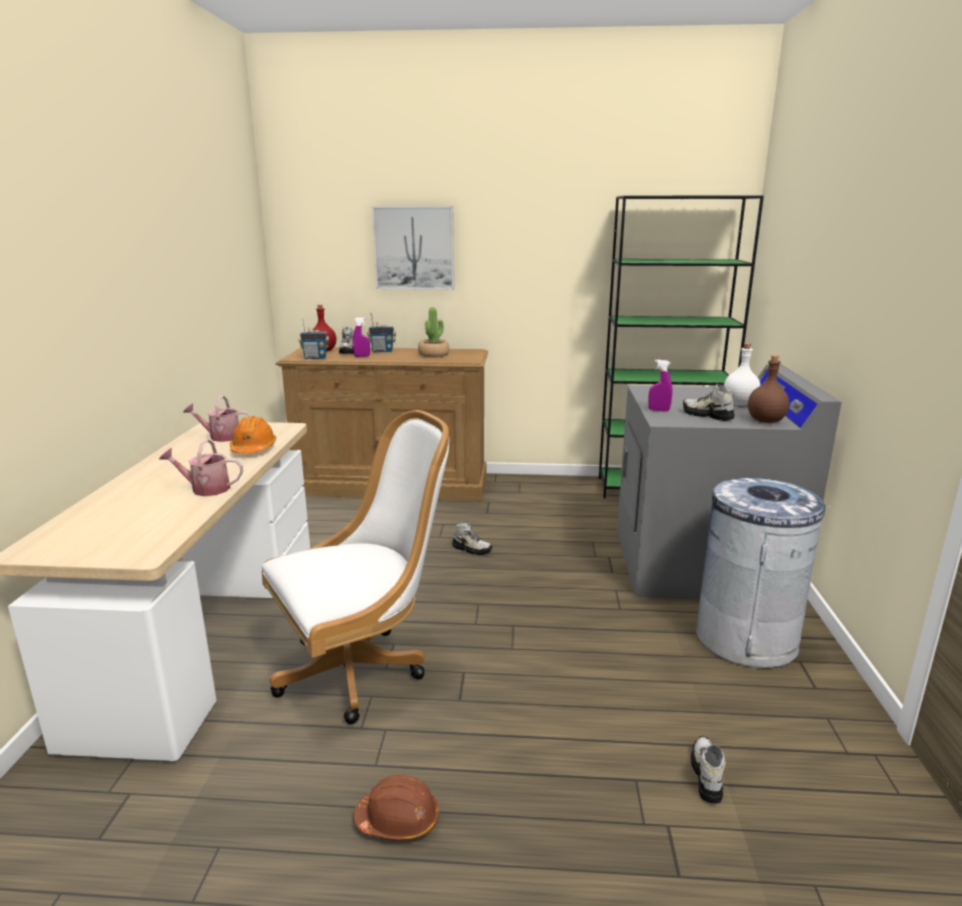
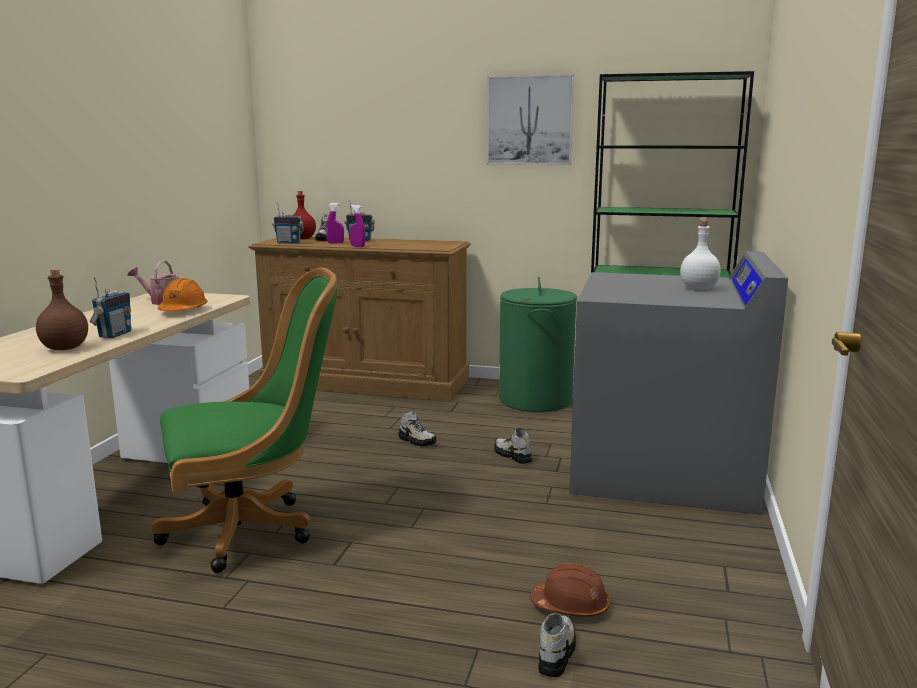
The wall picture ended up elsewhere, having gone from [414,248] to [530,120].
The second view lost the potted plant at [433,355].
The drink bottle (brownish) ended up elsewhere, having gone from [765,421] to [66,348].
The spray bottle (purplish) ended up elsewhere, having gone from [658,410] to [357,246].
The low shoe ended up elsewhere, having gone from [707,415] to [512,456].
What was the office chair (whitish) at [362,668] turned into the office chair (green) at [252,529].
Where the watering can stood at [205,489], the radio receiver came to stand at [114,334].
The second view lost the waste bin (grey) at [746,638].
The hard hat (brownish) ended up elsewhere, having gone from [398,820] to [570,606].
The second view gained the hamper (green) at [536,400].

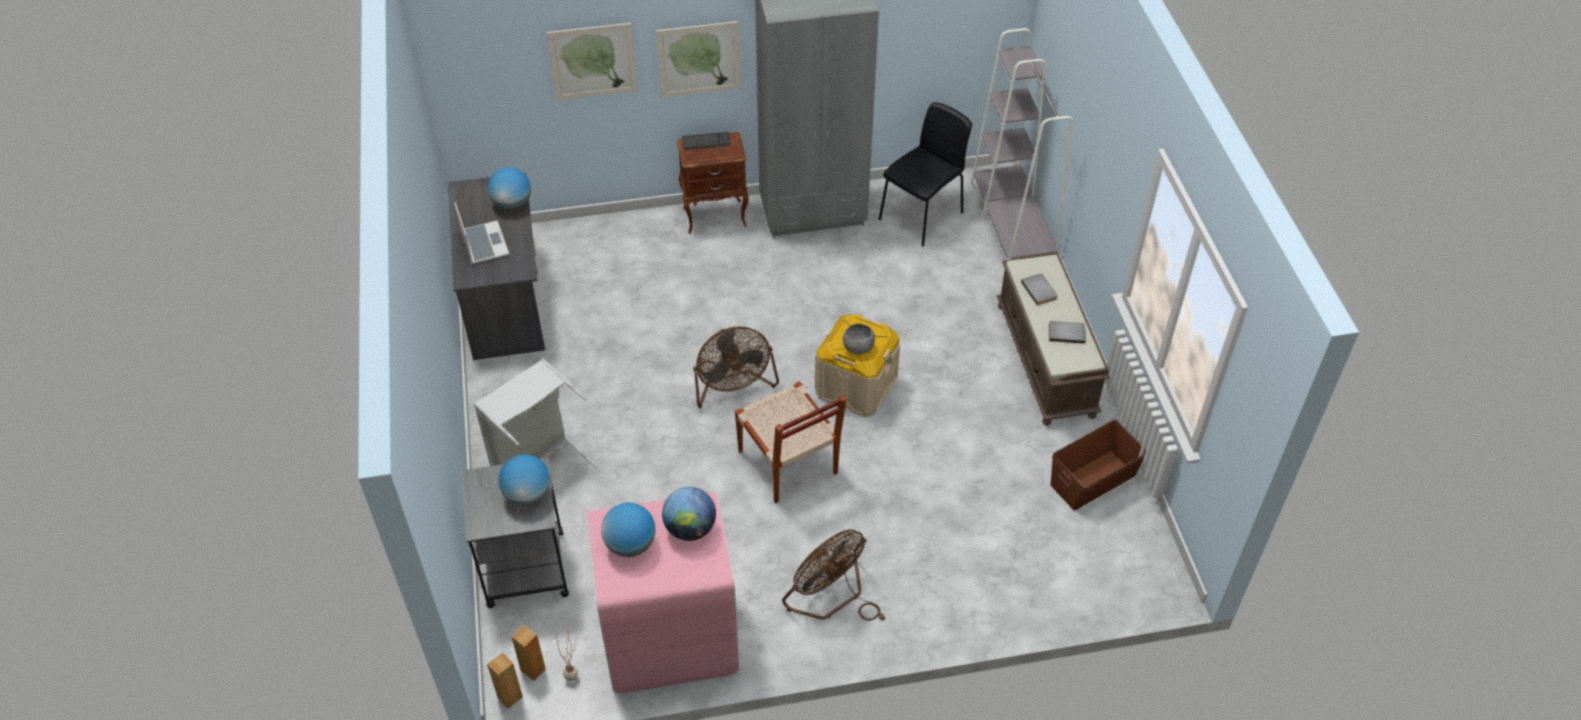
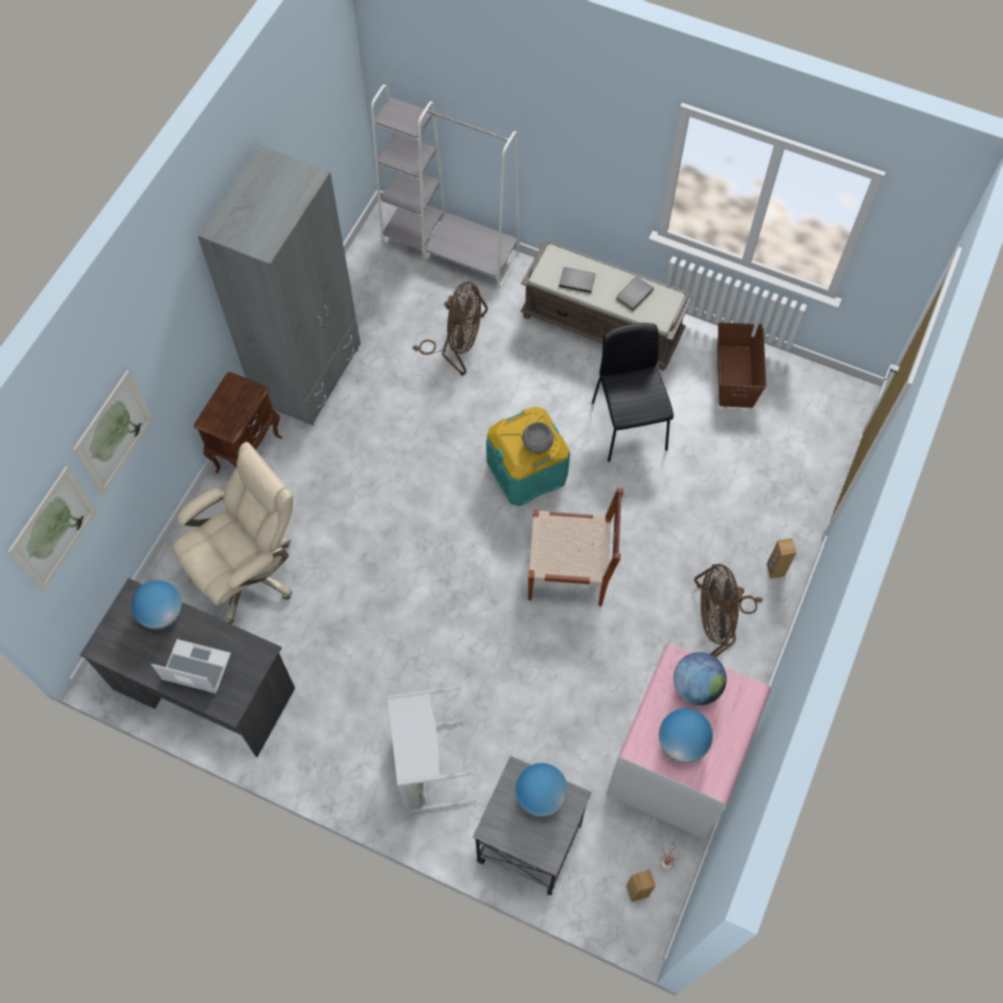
The wall picture ended up elsewhere, having gone from [699,59] to [53,529].
The upright chair (blackish) ended up elsewhere, having gone from [923,214] to [627,423].
The second view lost the keyboard at [706,142].
What was the storage bin (beige-coloured) at [856,386] turned into the storage bin (turquoise-coloured) at [527,471].
The electric fan (brownish) ended up elsewhere, having gone from [729,386] to [457,343].
The loudspeaker (brownish) ended up elsewhere, having gone from [510,697] to [775,570].
The second view gained the office chair (beige-coloured) at [251,574].

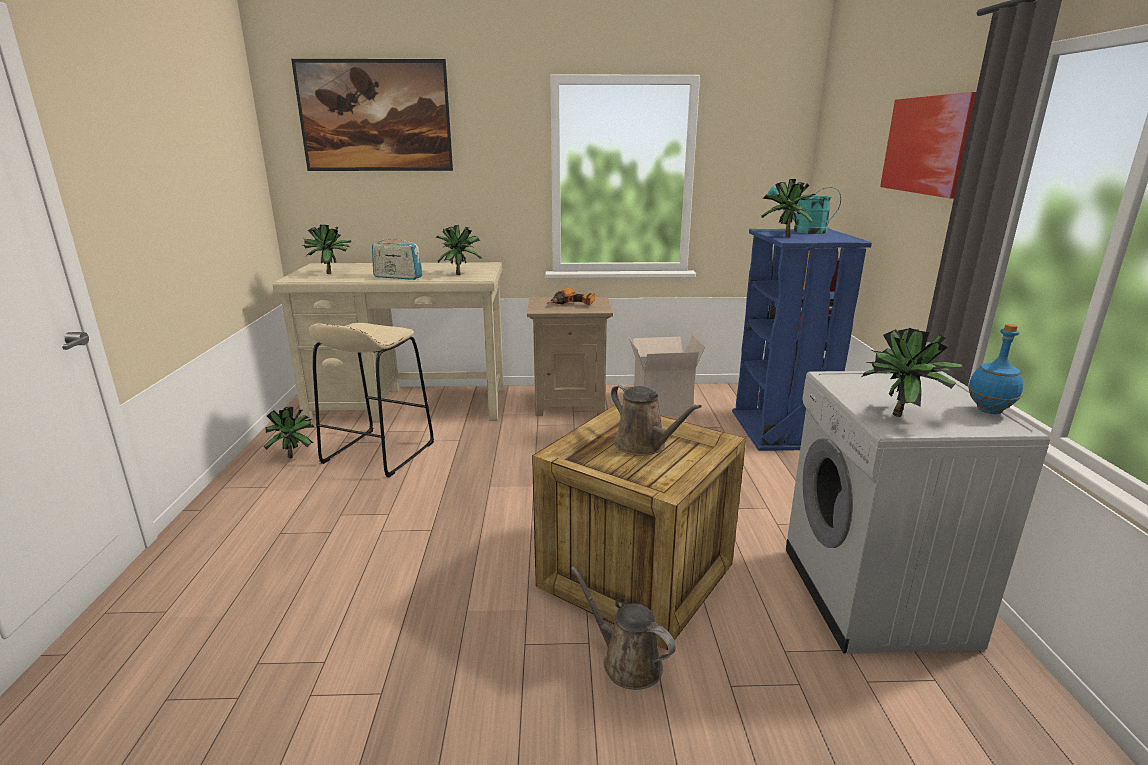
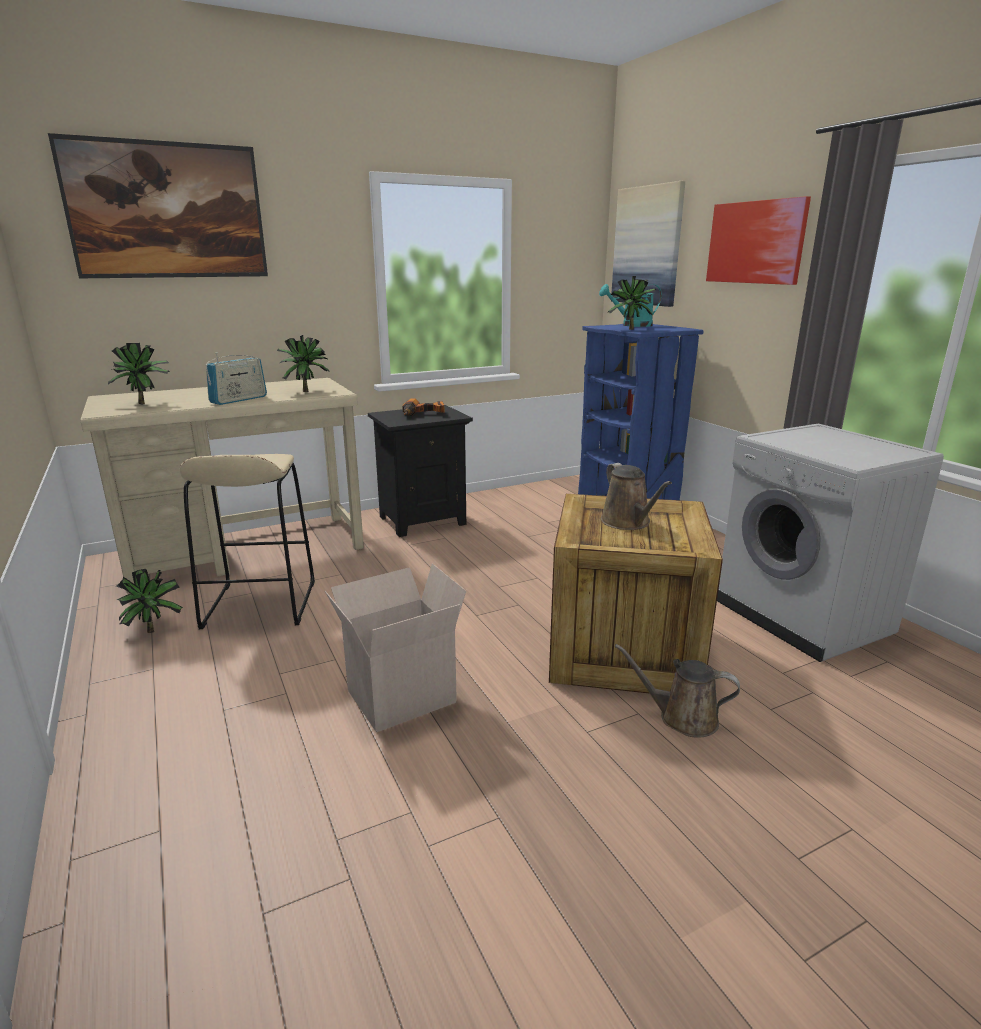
The radio receiver at [398,277] ended up facing another way, 45 degrees counterclockwise from before.
What was the night table (beige-coloured) at [570,405] turned into the night table (blackish) at [424,521].
The second view lost the drink bottle (blue) at [989,410].
The second view lost the potted plant at [903,417].
The cardboard box ended up elsewhere, having gone from [662,406] to [401,694].
The watering can (brownish) at [643,445] ended up facing another way, 45 degrees clockwise from before.
The second view gained the wall picture at [647,246].

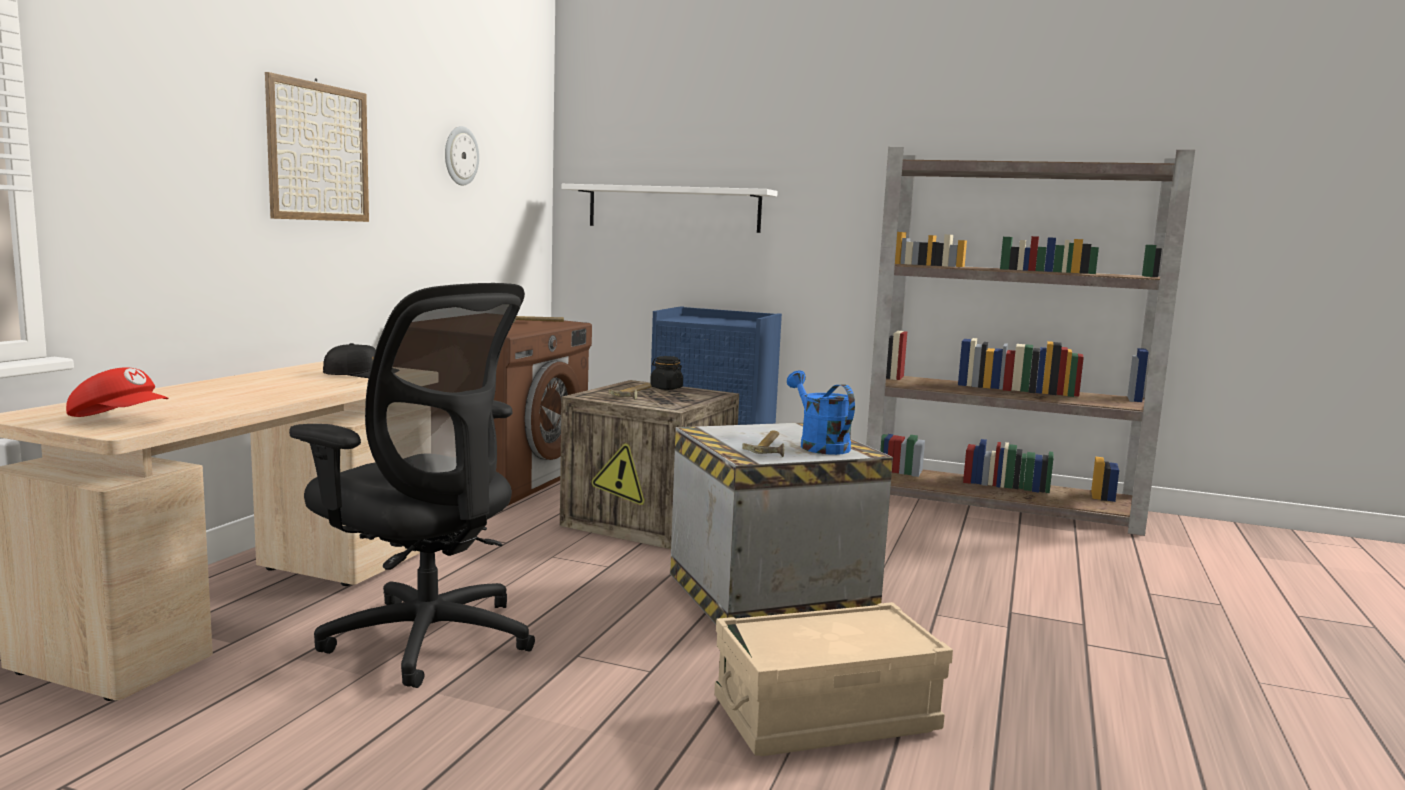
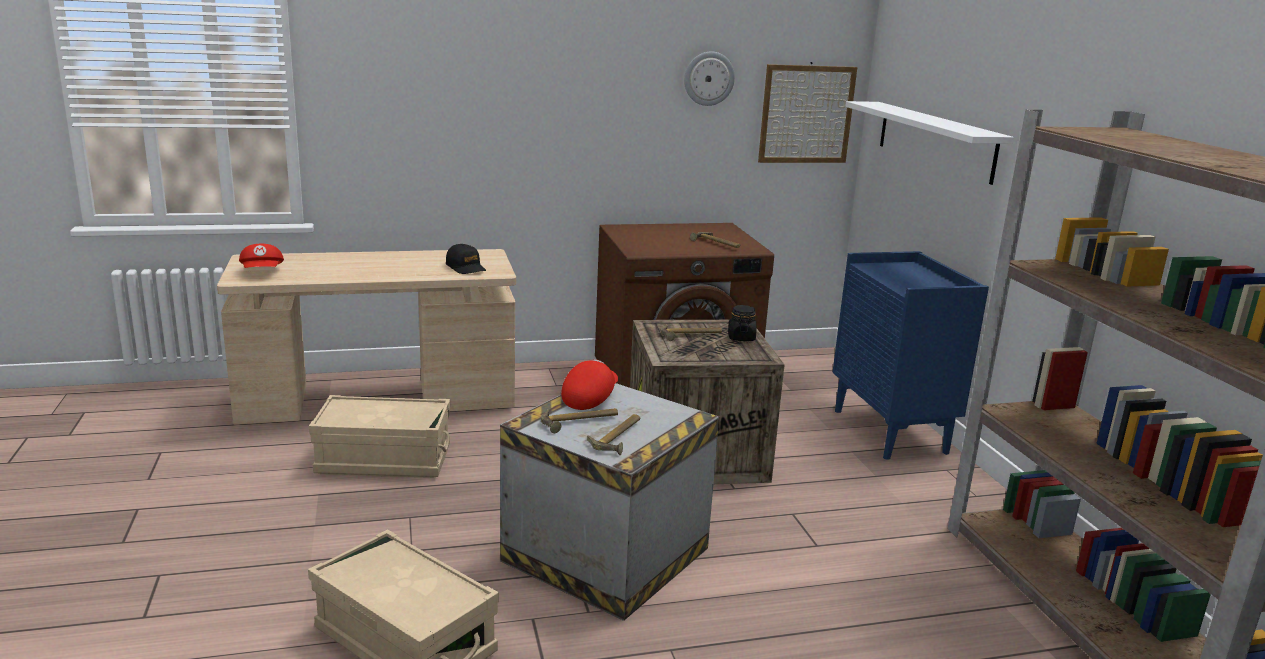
The wall picture ended up elsewhere, having gone from [318,150] to [806,112].
Where the office chair (blackish) stood at [419,637], the storage bin (beige-coloured) came to stand at [384,460].
Where the watering can (blue) stood at [819,445], the hammer came to stand at [620,437].
The second view gained the baseball cap (reddish) at [589,397].

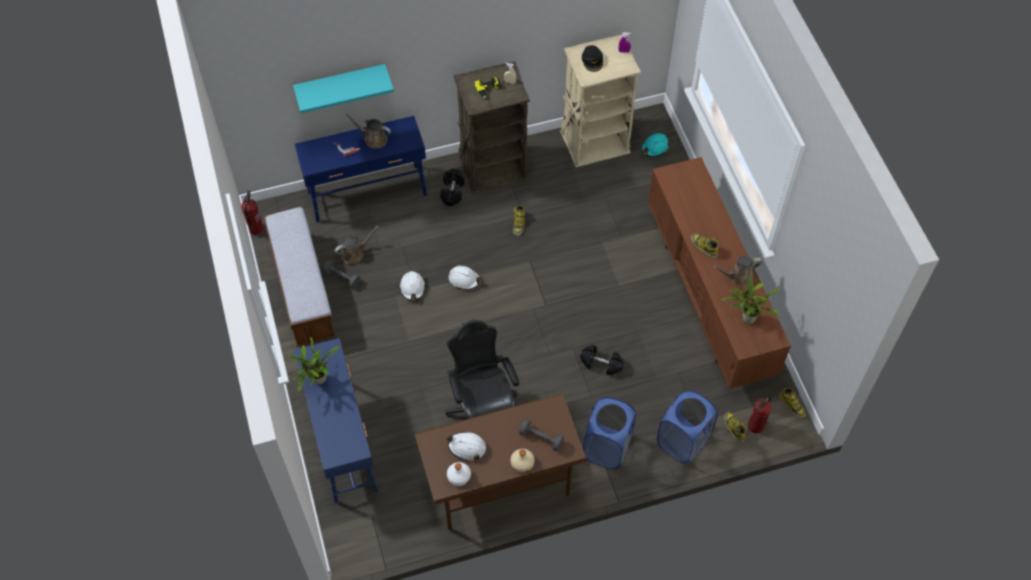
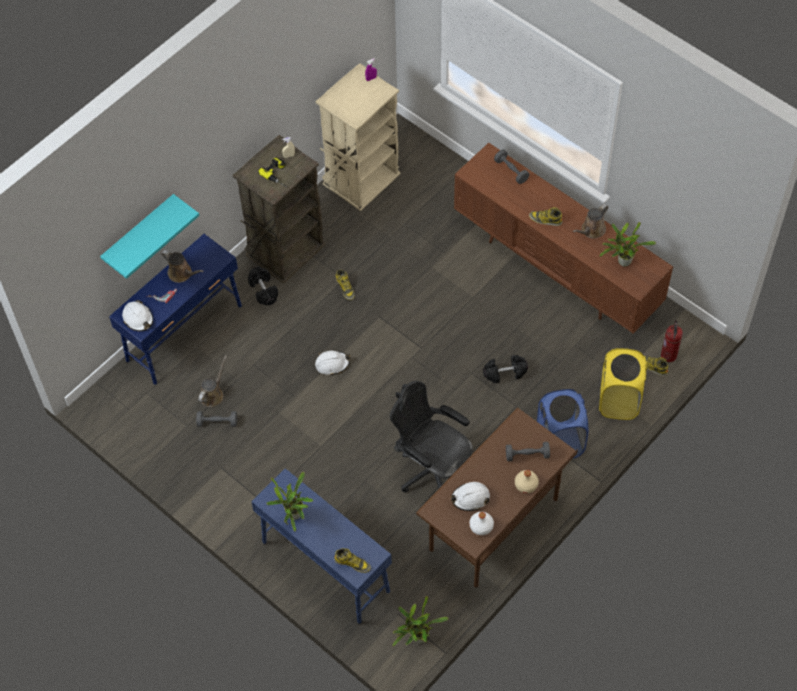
The second view lost the baseball cap (blackish) at [592,60].
The watering can (brownish) at [373,139] ended up facing another way, 135 degrees counterclockwise from before.
The second view lost the hard hat (turquoise-coloured) at [655,147].
The second view lost the extinguisher at [255,228].
The second view lost the indoor bench at [303,289].
The hard hat (whitish) ended up elsewhere, having gone from [412,288] to [138,318].
The high-top boot ended up elsewhere, having gone from [792,405] to [352,563].
What was the hamper (blue) at [683,441] turned into the hamper (yellow-coloured) at [618,401].
The second view gained the dumbbell (grey) at [511,171].
The second view gained the potted plant at [417,638].

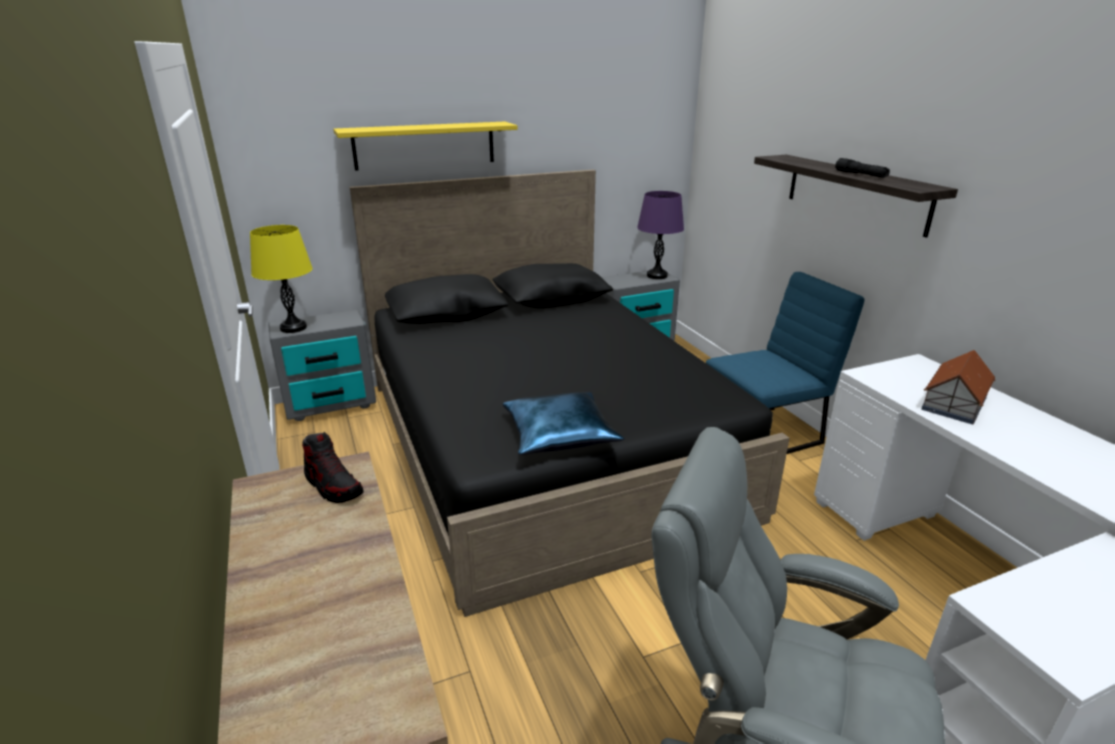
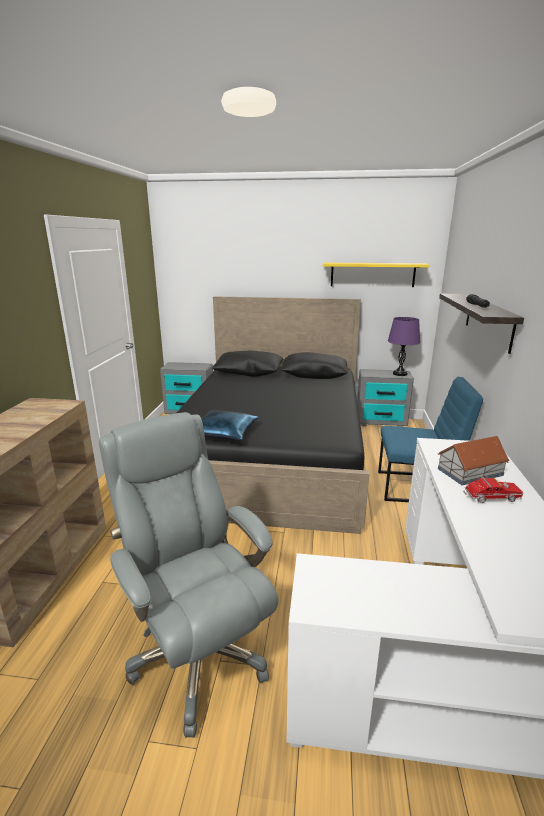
The shelf (yellow-coloured) ended up elsewhere, having gone from [424,145] to [372,274].
The second view lost the tabletop lamp (yellow-coloured) at [293,328].
The second view lost the low shoe at [333,485].
The second view gained the toy truck at [489,498].

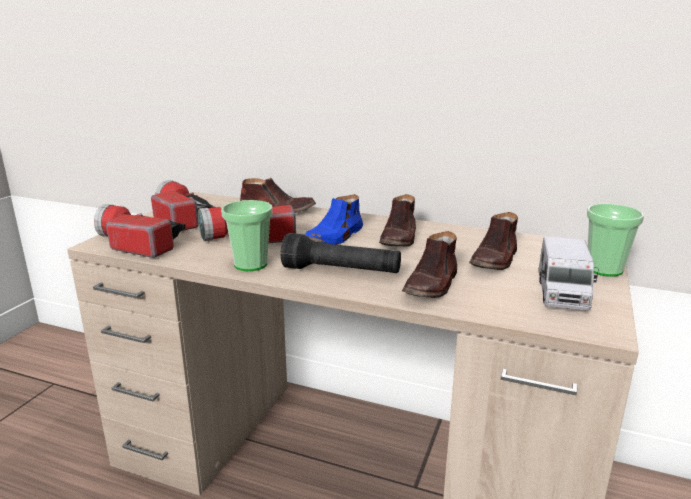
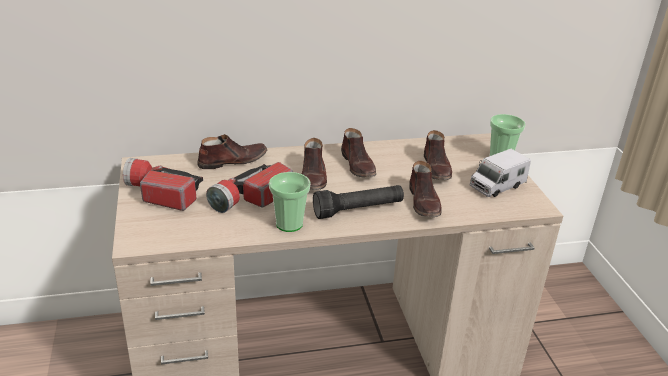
What was the low shoe (blue) at [335,237] turned into the low shoe (brownish) at [313,177].
The second view lost the torch at [136,244].
The toy truck at [562,293] ended up facing another way, 75 degrees clockwise from before.

